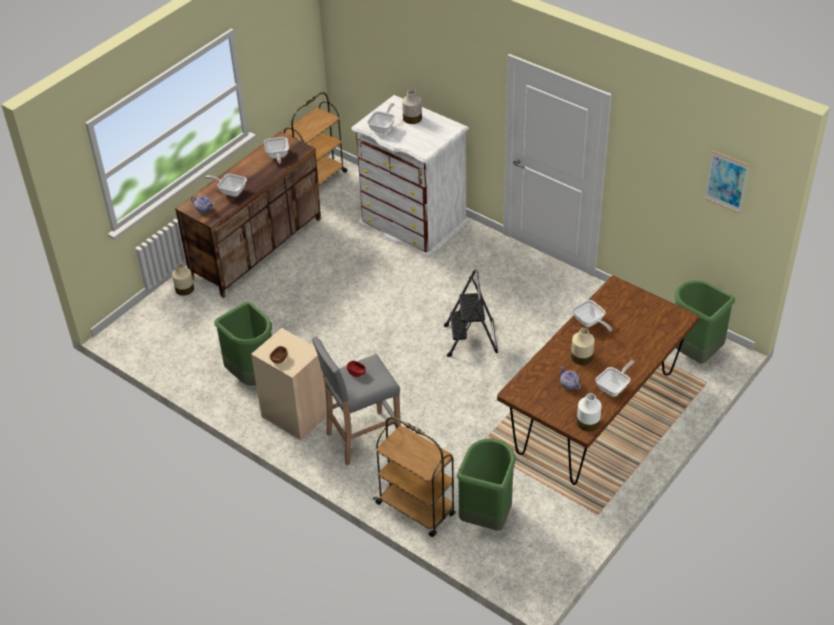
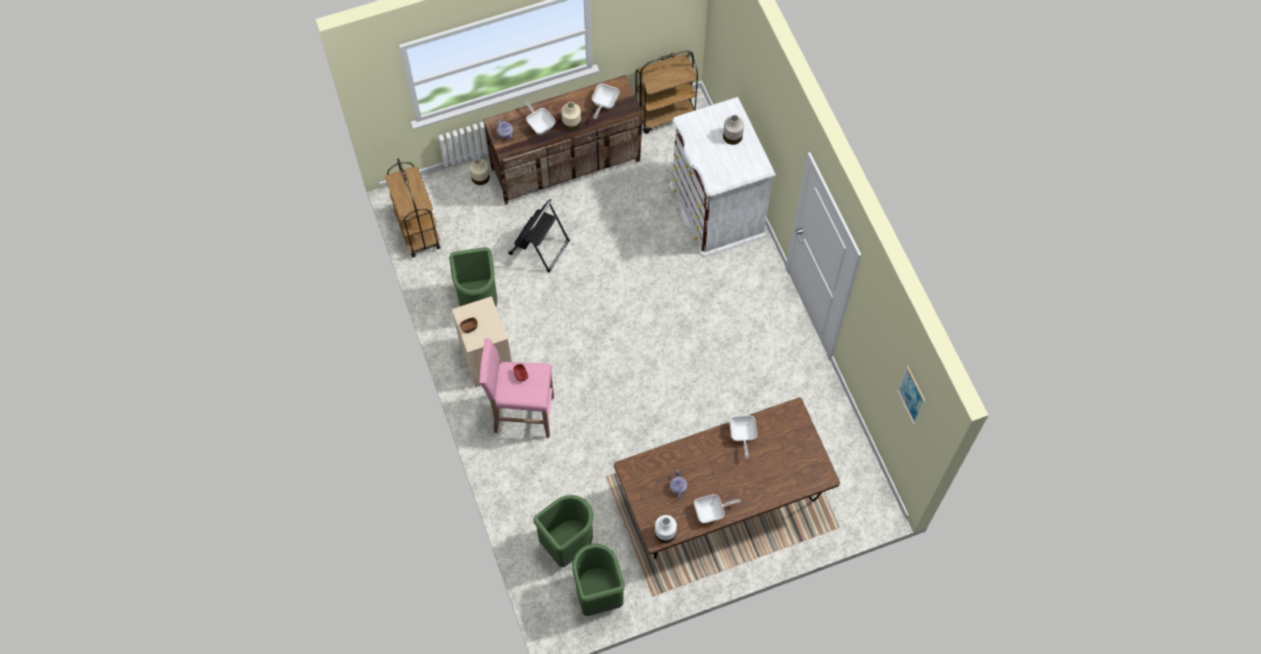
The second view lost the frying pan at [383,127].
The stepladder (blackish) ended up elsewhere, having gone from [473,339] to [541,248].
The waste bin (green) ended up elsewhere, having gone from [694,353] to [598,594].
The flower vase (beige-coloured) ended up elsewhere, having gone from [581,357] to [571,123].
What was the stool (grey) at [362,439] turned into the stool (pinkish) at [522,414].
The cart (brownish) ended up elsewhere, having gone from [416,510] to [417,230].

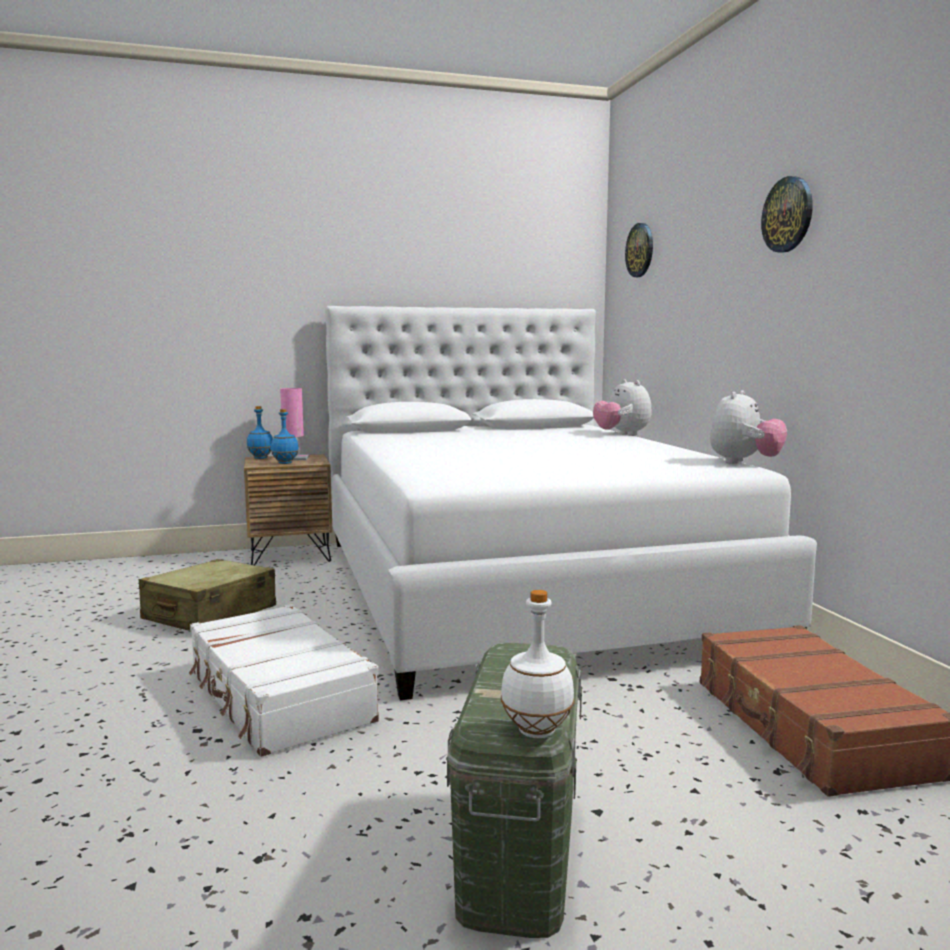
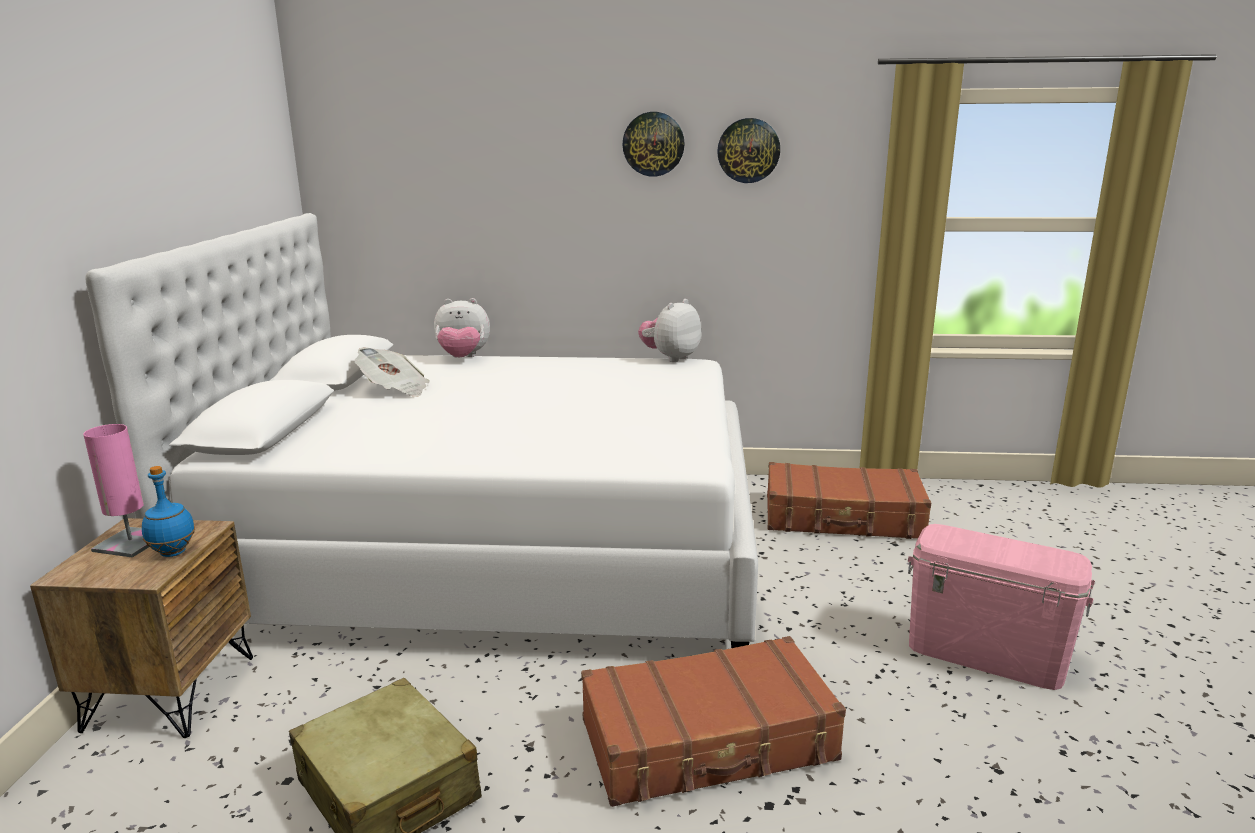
The wall clock ended up elsewhere, having gone from [640,250] to [748,150].
The cuddly toy at [744,463] ended up facing another way, 105 degrees counterclockwise from before.
The second view lost the drink bottle (blue) at [260,458].
The second view lost the drink bottle (whitish) at [535,732].
What was the travel case (whitish) at [278,697] turned into the travel case (brownish) at [709,741].
What was the storage bin (green) at [519,854] turned into the storage bin (pinkish) at [986,653].
The second view gained the printed paper at [395,390].

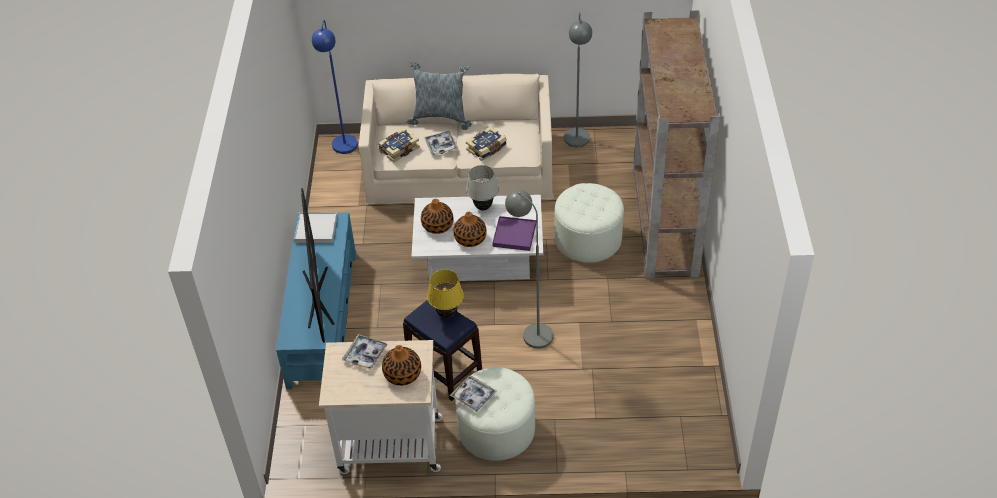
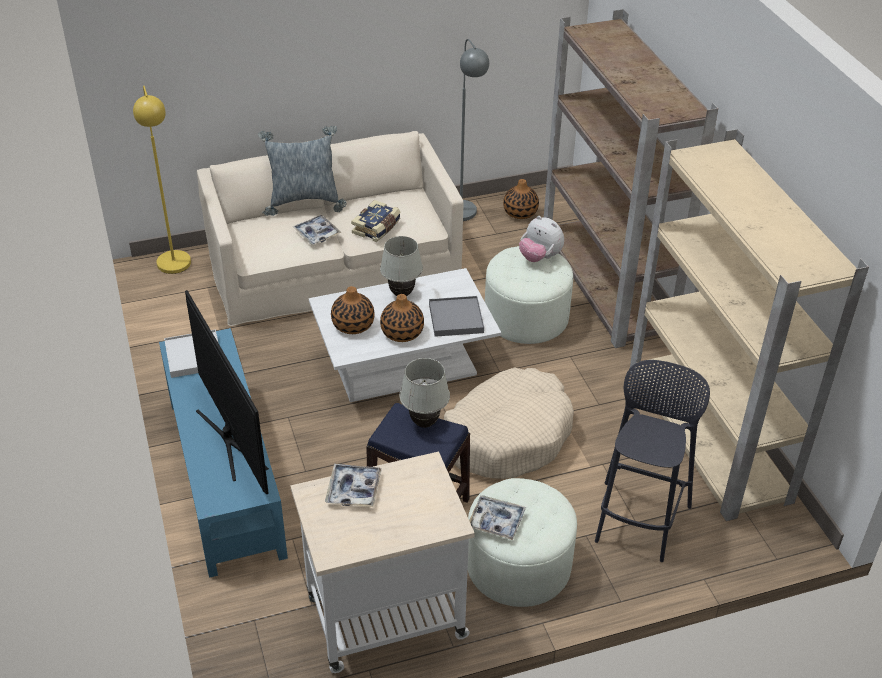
What was the floor lamp (blue) at [344,151] turned into the floor lamp (yellow-coloured) at [176,270].
The second view lost the bound book at [398,149].
Where the floor lamp (grey) stood at [531,331], the pet bed (beige-coloured) came to stand at [507,436].
What was the carrying tray (purplish) at [514,235] turned into the carrying tray (grey) at [456,318].
What was the tabletop lamp (yellow-coloured) at [447,314] turned into the tabletop lamp (whitish) at [424,422].
The flower vase ended up elsewhere, having gone from [402,374] to [520,212].
The second view gained the bookshelf (beige-coloured) at [707,433].
The second view gained the cuddly toy at [539,257].
The second view gained the stool (grey) at [639,520].

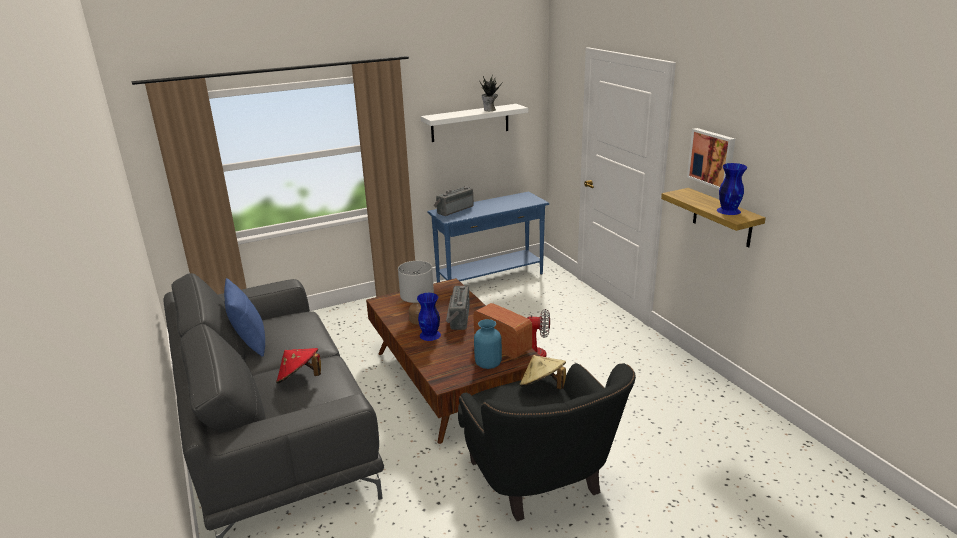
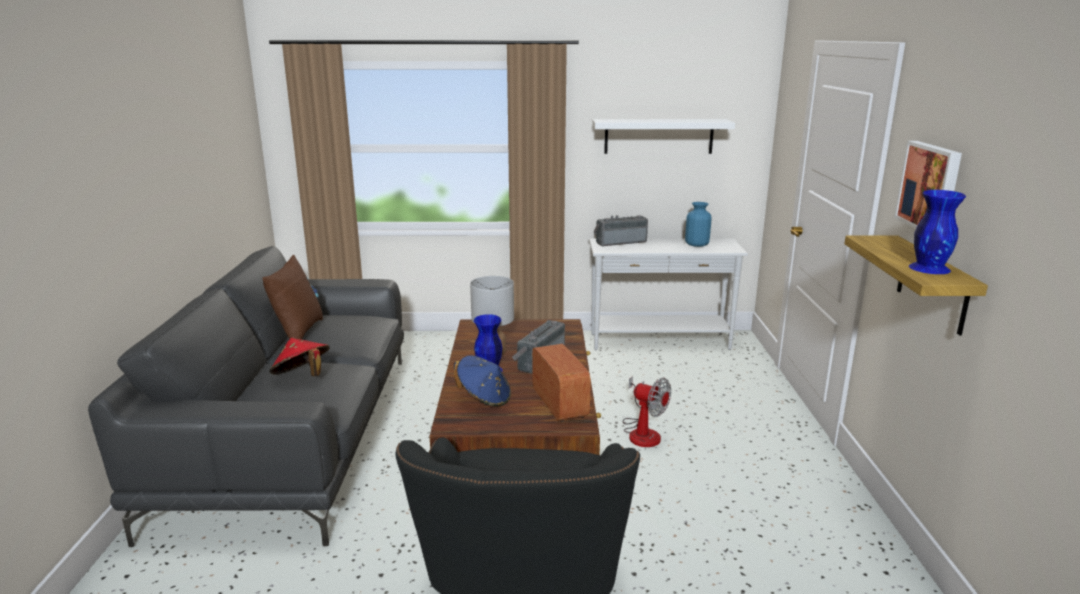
The second view lost the potted plant at [490,110].
What was the narrow table (blue) at [490,279] turned into the narrow table (whitish) at [660,341].
What was the throw pillow (blue) at [250,343] turned into the throw pillow (brownish) at [298,332].
The flower vase (blue) ended up elsewhere, having gone from [488,364] to [696,244].
The second view lost the hat (beige-coloured) at [542,387].
The second view gained the hat (blue) at [484,398].

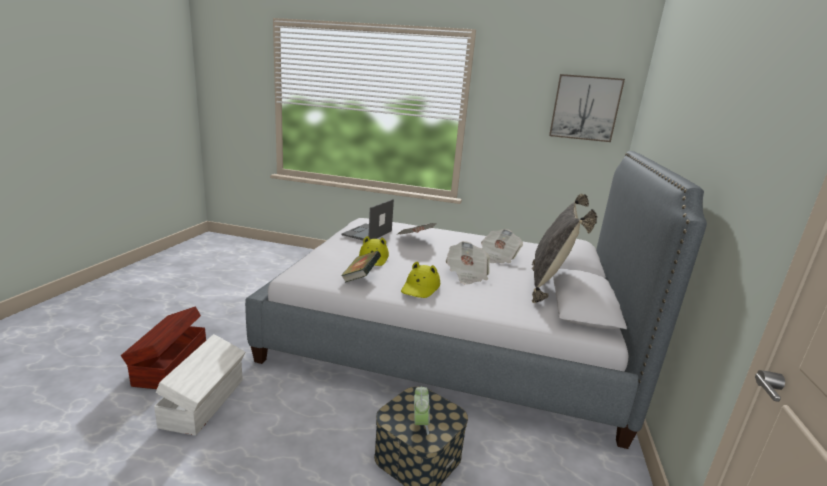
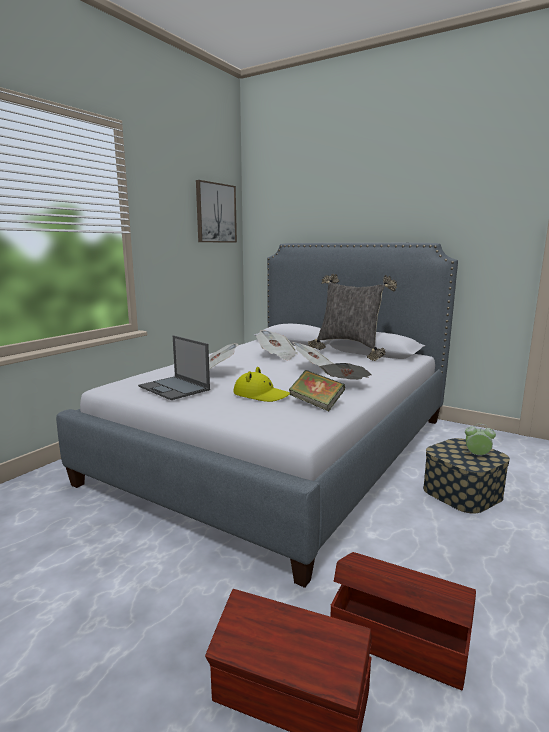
Where the hat (yellow-coloured) stood at [420,288], the printed paper came to stand at [345,385].
What was the storage bin (whitish) at [205,402] turned into the storage bin (brownish) at [398,638].

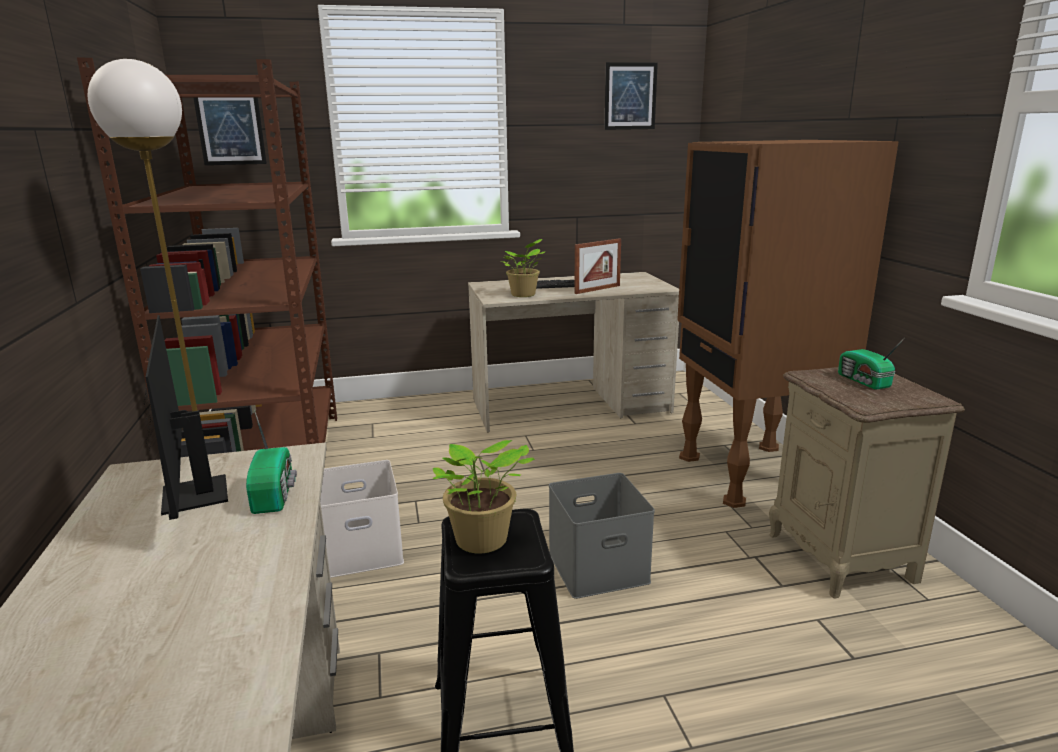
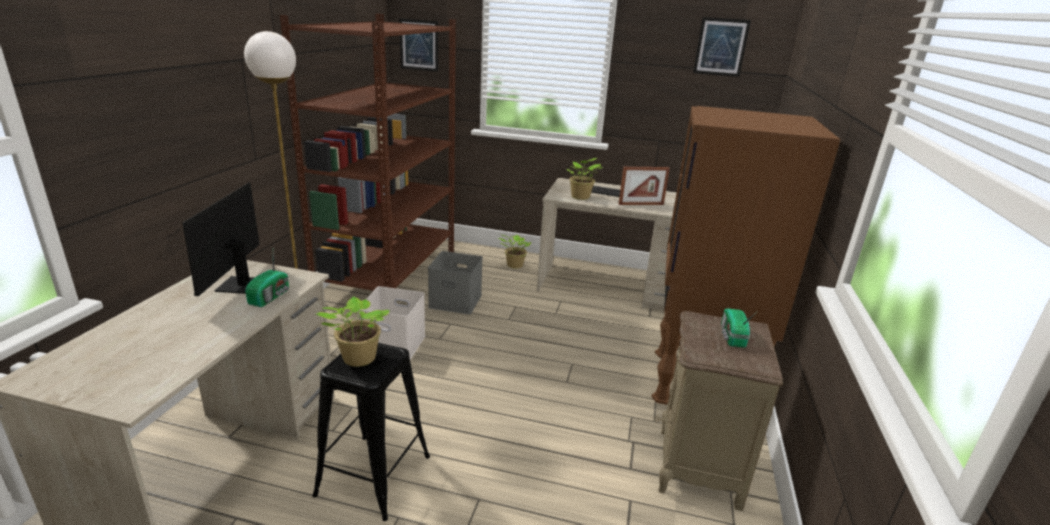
The storage bin (grey) ended up elsewhere, having gone from [599,566] to [456,300].
The second view gained the potted plant at [514,265].

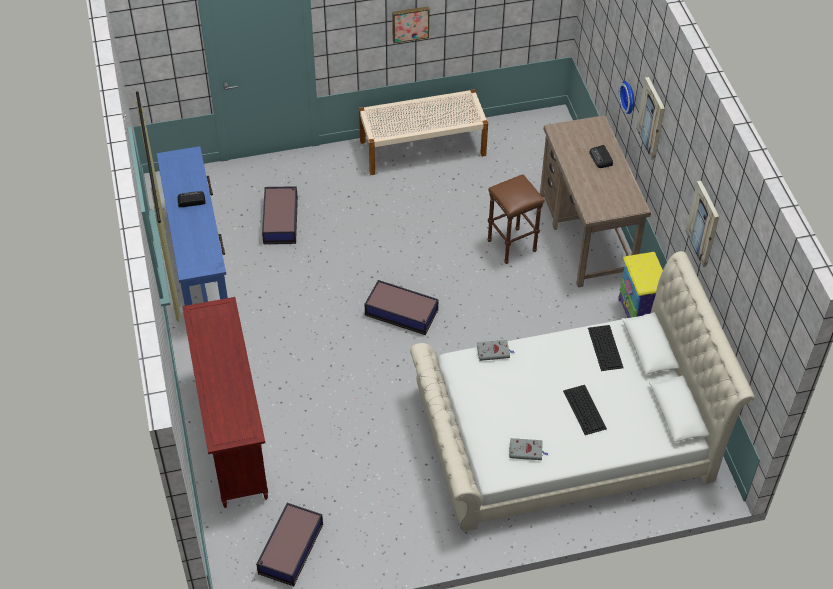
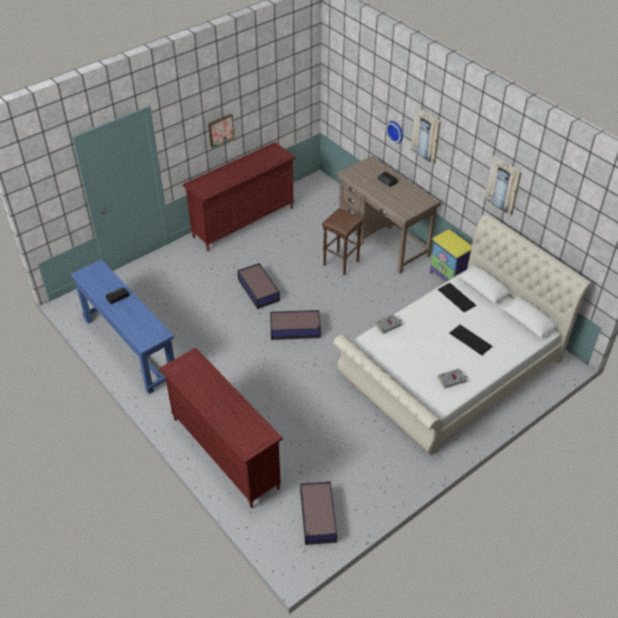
Where the indoor bench (beige-coloured) stood at [422,147], the chest of drawers (reddish) came to stand at [243,222].
The storage bin ended up elsewhere, having gone from [281,220] to [258,289].

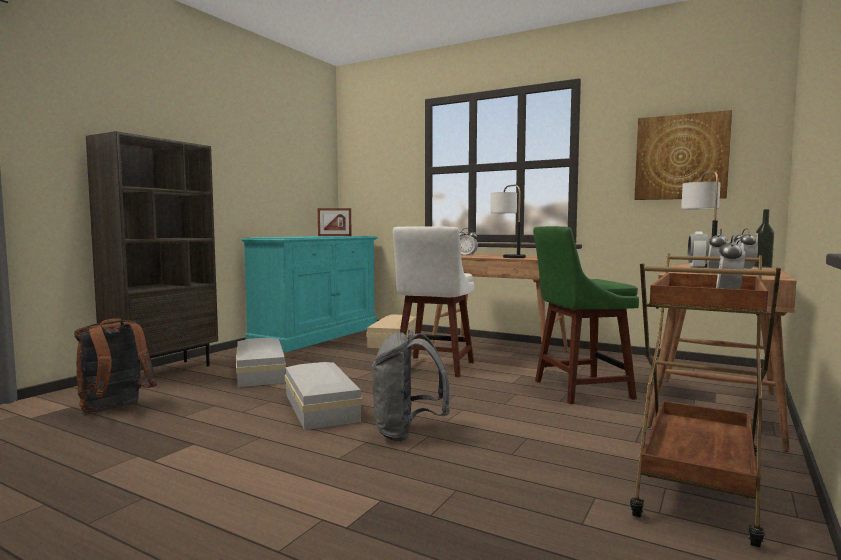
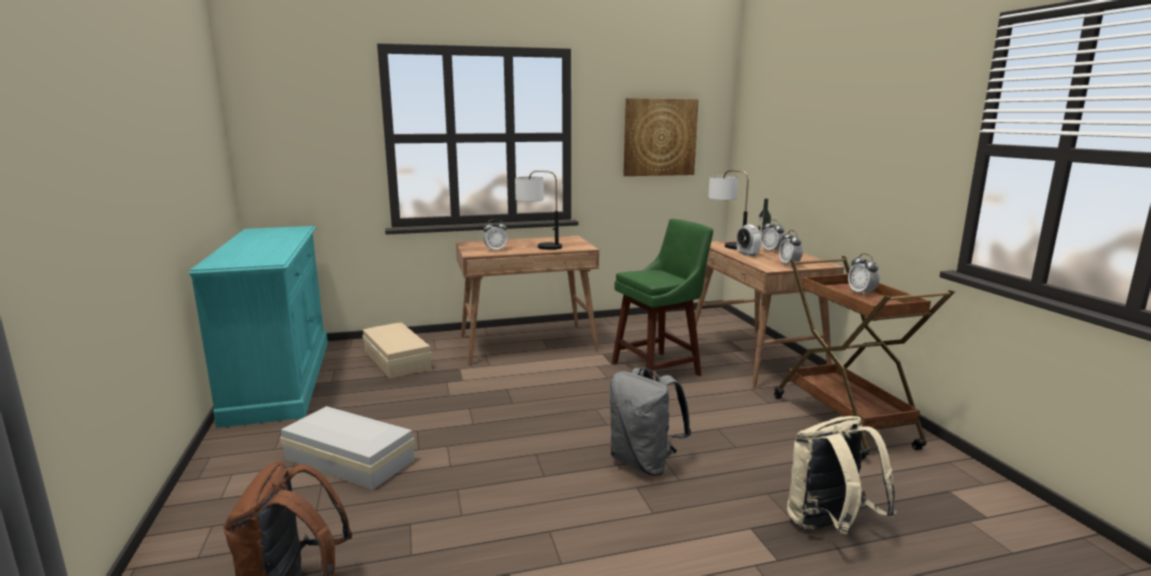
The second view lost the bookshelf (brownish) at [163,372].
The second view lost the picture frame at [334,236].
The second view lost the upright chair (whitish) at [433,367].
The upright chair (green) at [577,389] ended up facing another way, 150 degrees counterclockwise from before.
The second view lost the storage bin (whitish) at [322,406].
The second view gained the rucksack (beige-coloured) at [829,527].

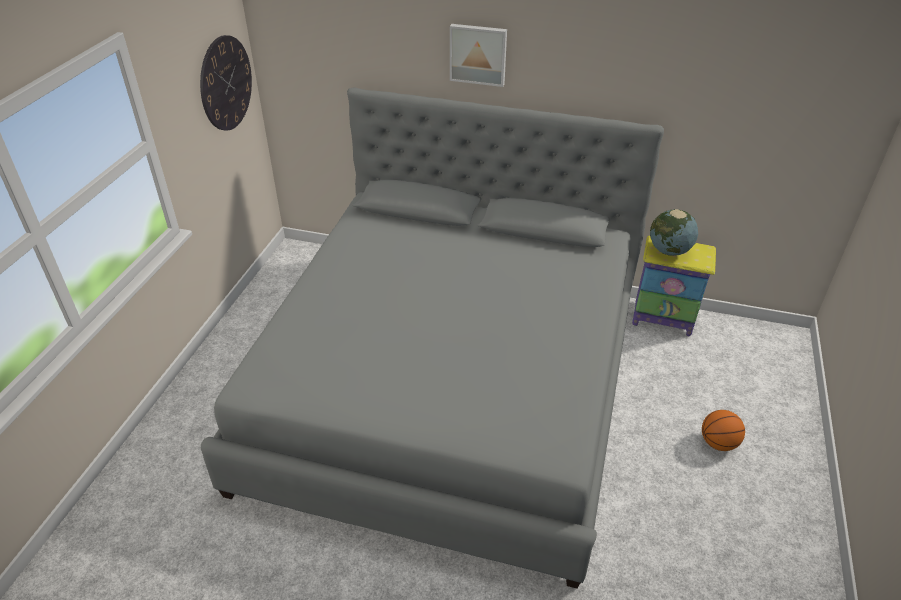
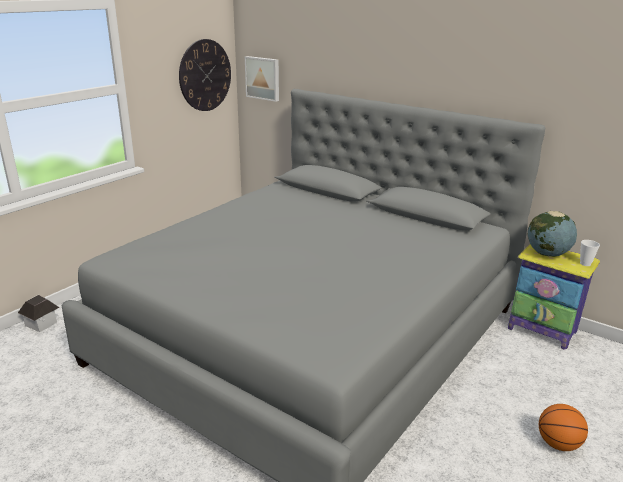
The wall picture ended up elsewhere, having gone from [478,54] to [263,78].
The second view gained the small cup at [585,264].
The second view gained the toy house at [41,323].

